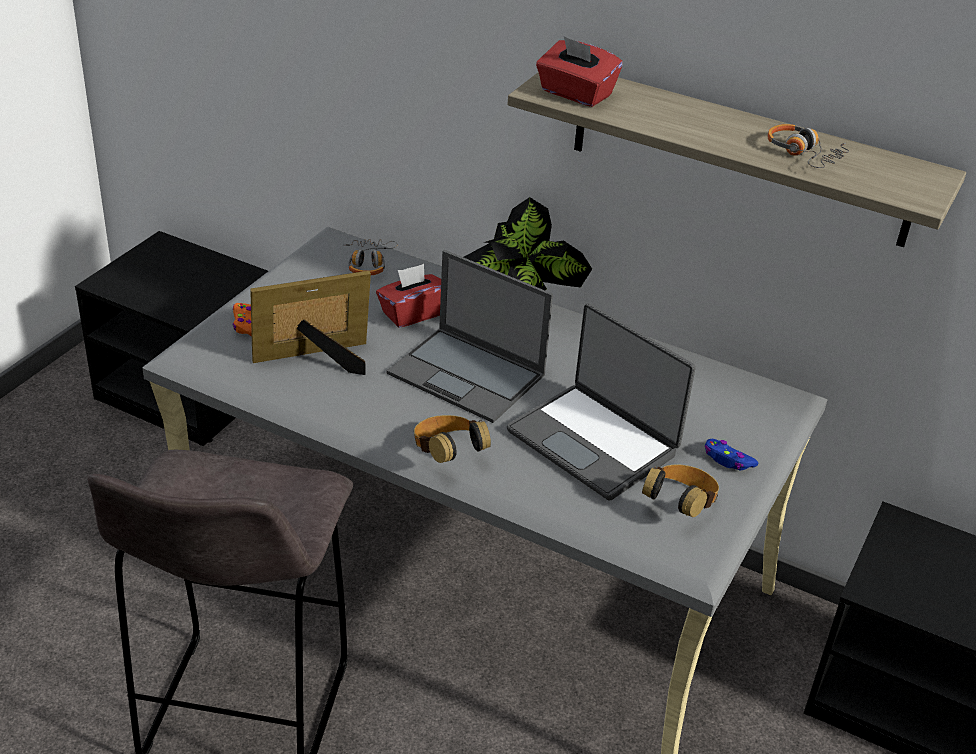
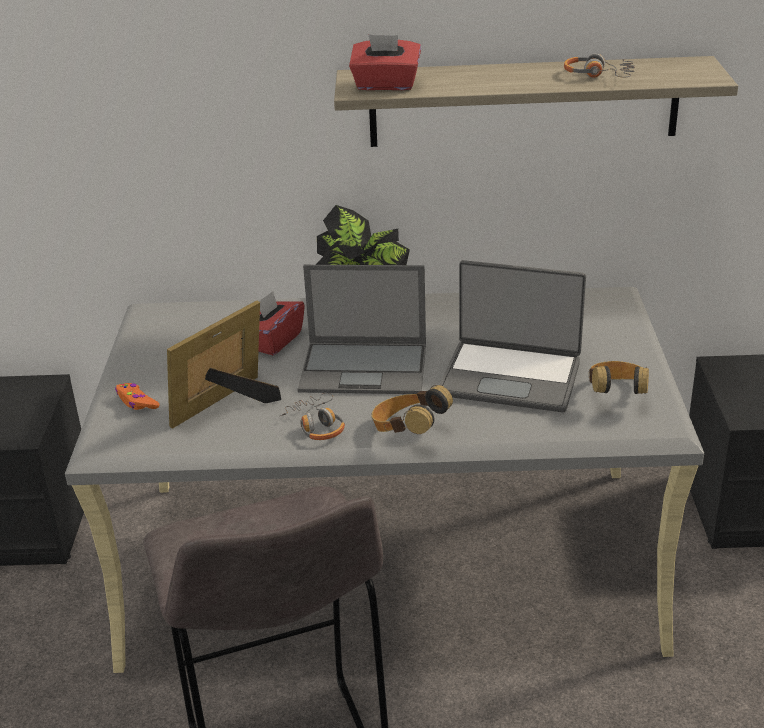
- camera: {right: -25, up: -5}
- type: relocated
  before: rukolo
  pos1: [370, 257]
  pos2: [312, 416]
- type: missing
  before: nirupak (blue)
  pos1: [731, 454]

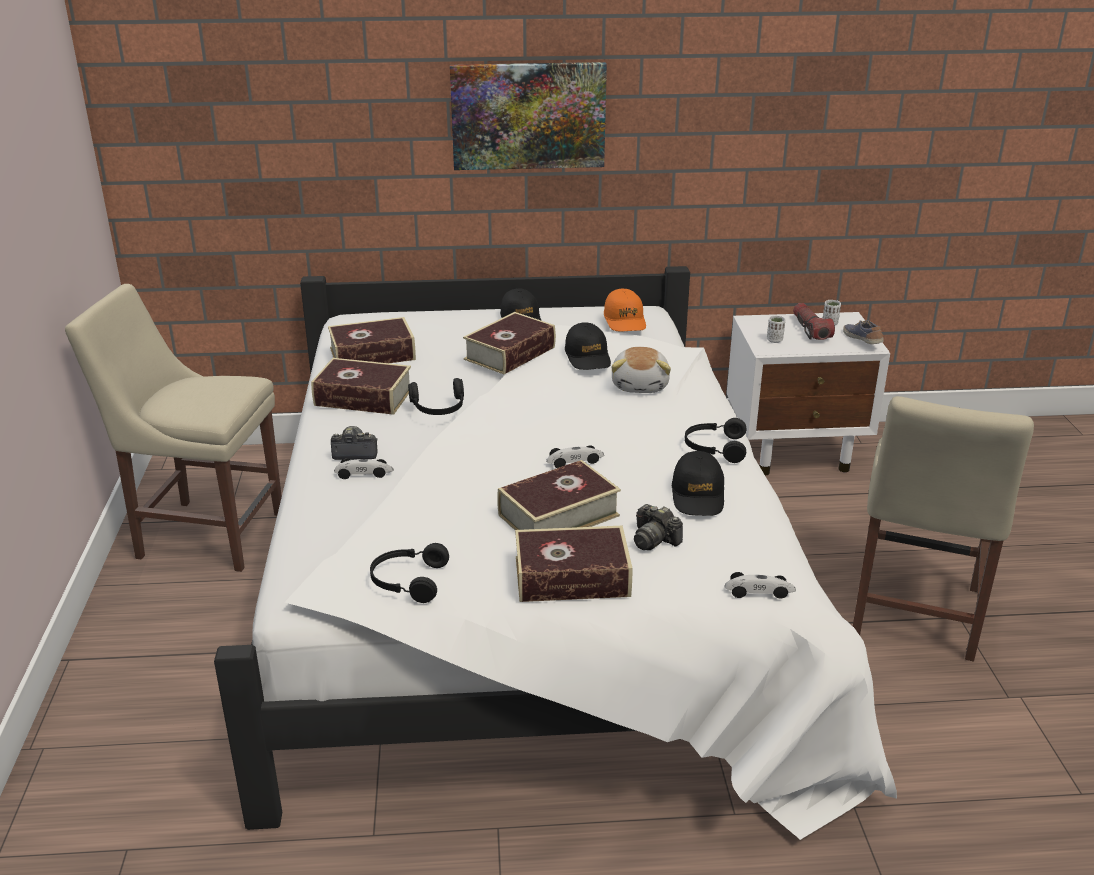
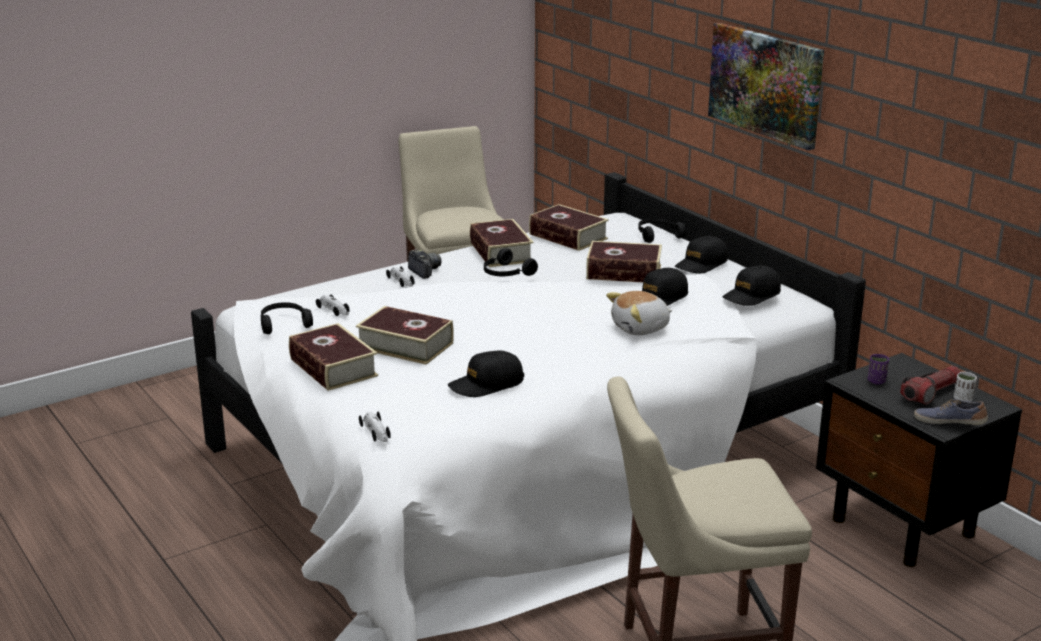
- camera: {right: 60, up: -5}
- type: colour
  before: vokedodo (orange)
  after: vokedodo (black)
  pos1: [625, 310]
  pos2: [752, 285]
- type: colour
  before: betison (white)
  after: betison (black)
  pos1: [808, 393]
  pos2: [919, 460]
- type: colour
  before: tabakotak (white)
  after: tabakotak (purple)
  pos1: [776, 329]
  pos2: [878, 369]
- type: spun
  before: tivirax
  pos1: [863, 332]
  pos2: [951, 412]
  turn: -105
- type: relocated
  before: rukolo (black)
  pos1: [716, 440]
  pos2: [662, 230]
- type: relocated
  before: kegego
  pos1: [575, 456]
  pos2: [333, 305]
- type: missing
  before: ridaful
  pos1: [658, 527]

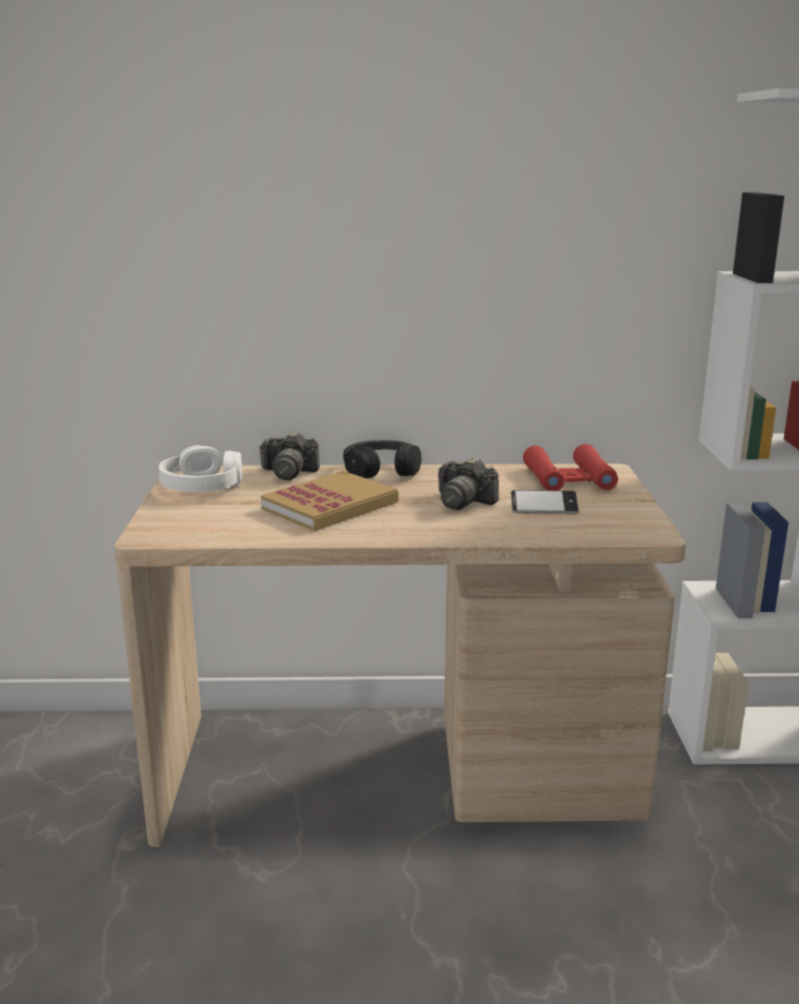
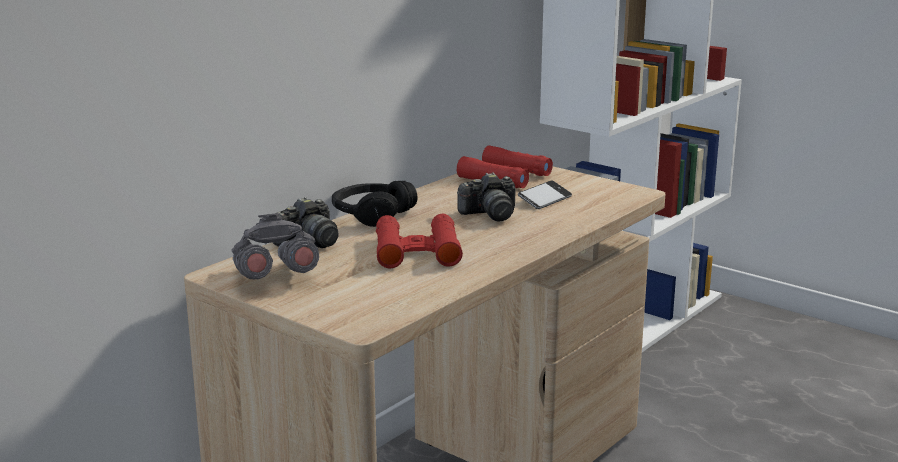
- camera: {right: -50, up: 0}
- type: exchanged
  before: rukolo (white)
  after: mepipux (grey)
  pos1: [200, 468]
  pos2: [275, 246]
- type: exchanged
  before: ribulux
  after: mepipux (red)
  pos1: [329, 501]
  pos2: [419, 241]

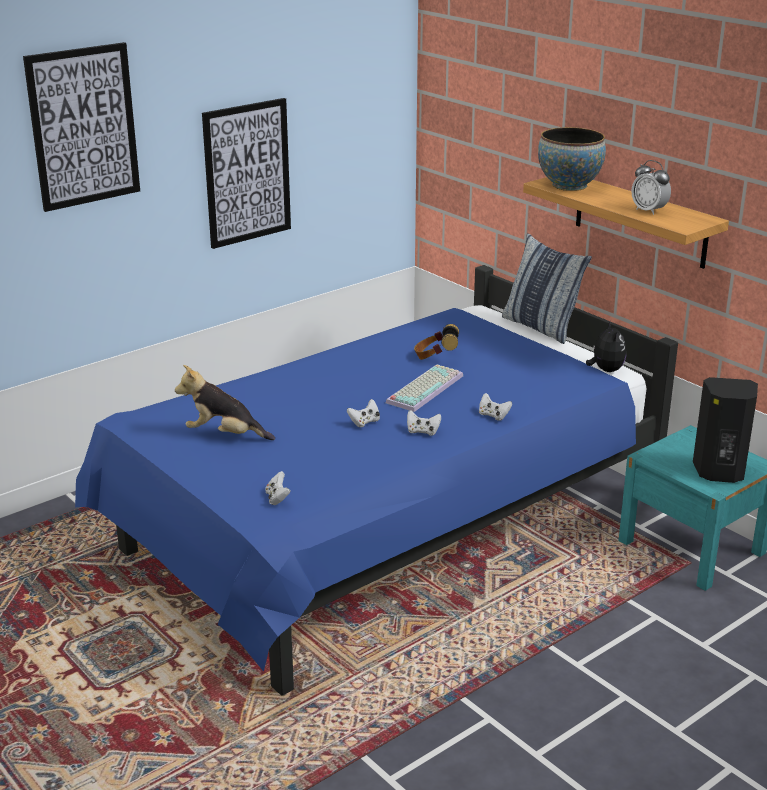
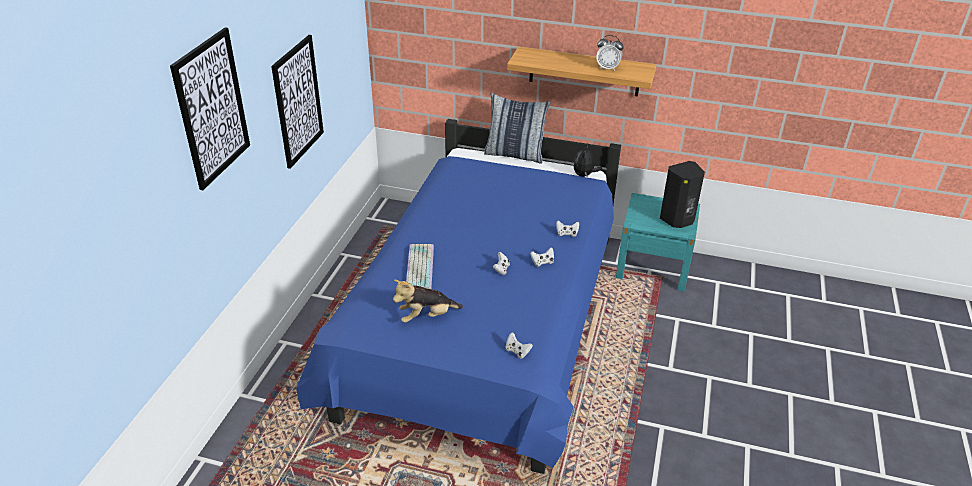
- camera: {right: -35, up: 10}
- type: missing
  before: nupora
  pos1: [572, 159]
- type: spun
  before: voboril
  pos1: [606, 346]
  pos2: [587, 160]
  turn: -120
- type: missing
  before: rukolo
  pos1: [436, 342]
- type: relocated
  before: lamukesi
  pos1: [424, 388]
  pos2: [420, 266]

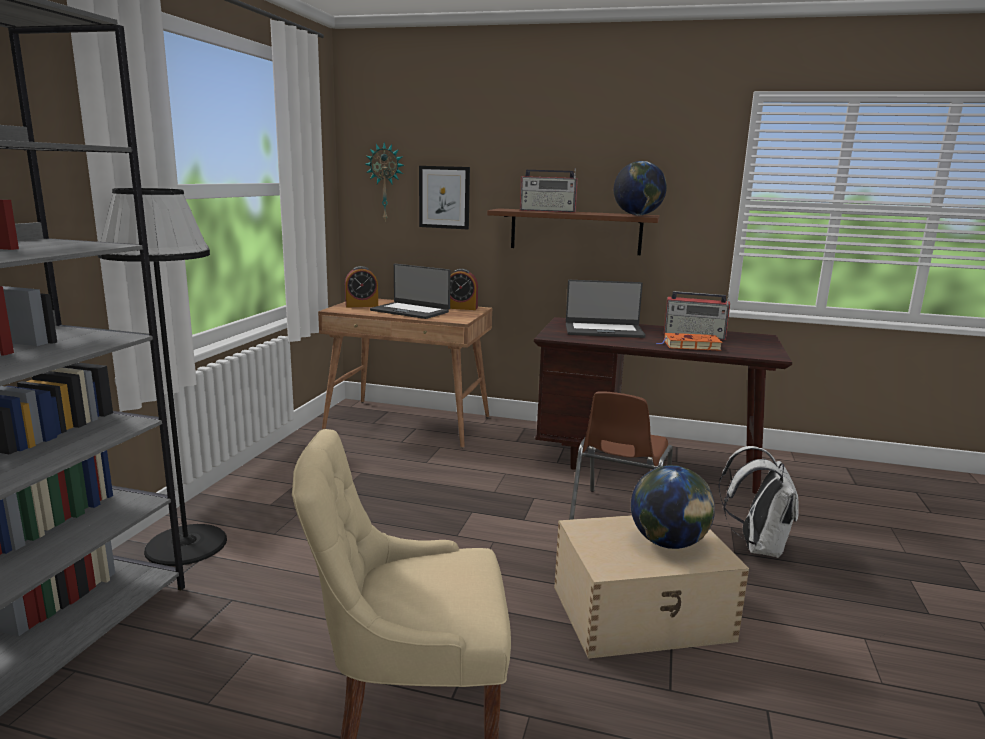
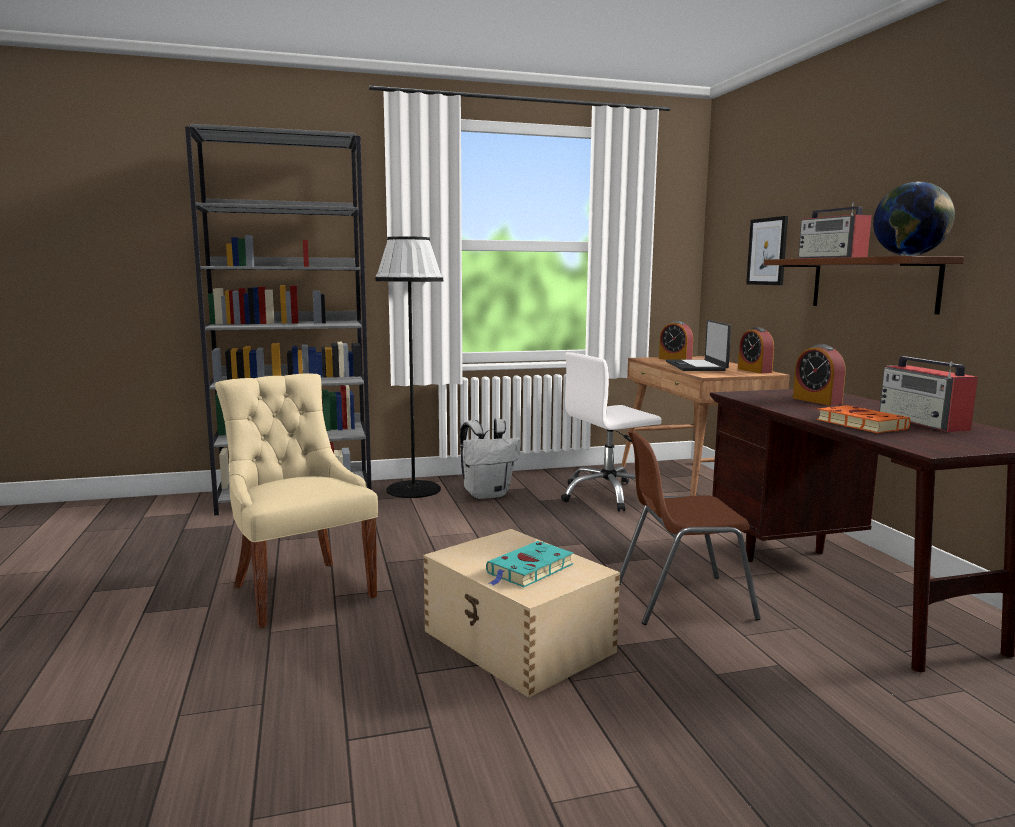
- camera: {right: 60, up: -5}
- type: missing
  before: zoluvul
  pos1: [384, 181]
- type: exchanged
  before: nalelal
  after: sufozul
  pos1: [606, 309]
  pos2: [819, 374]
- type: relocated
  before: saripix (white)
  pos1: [758, 502]
  pos2: [490, 458]
- type: exchanged
  before: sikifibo
  after: ribulux (turquoise)
  pos1: [673, 507]
  pos2: [529, 564]
- type: appeared
  after: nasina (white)
  pos2: [611, 431]

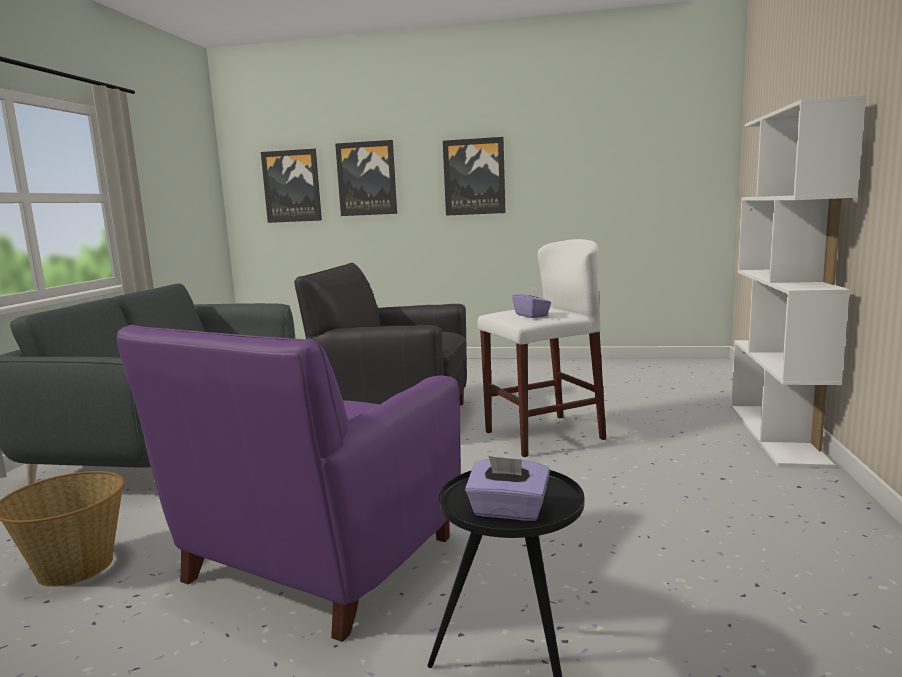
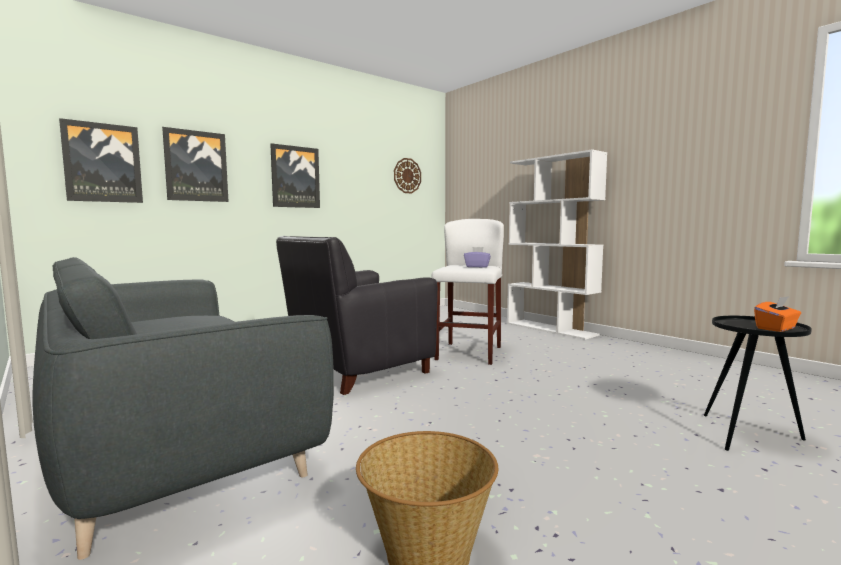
- camera: {right: -50, up: -5}
- type: missing
  before: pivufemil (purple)
  pos1: [289, 483]
- type: colour
  before: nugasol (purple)
  after: nugasol (orange)
  pos1: [507, 488]
  pos2: [777, 314]
- type: appeared
  after: zoluvul
  pos2: [407, 175]

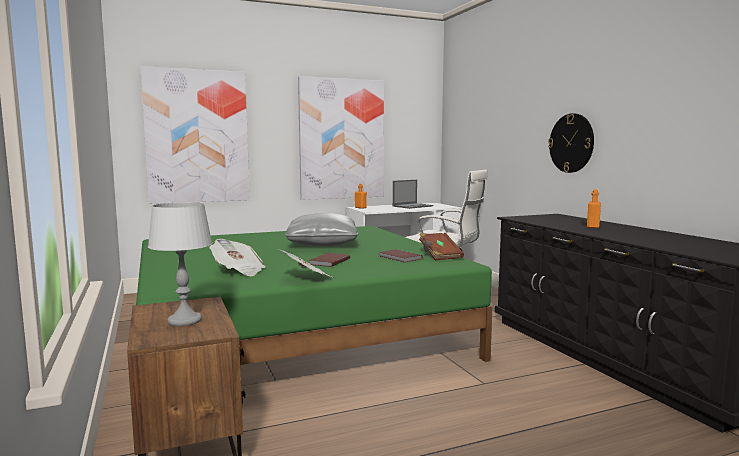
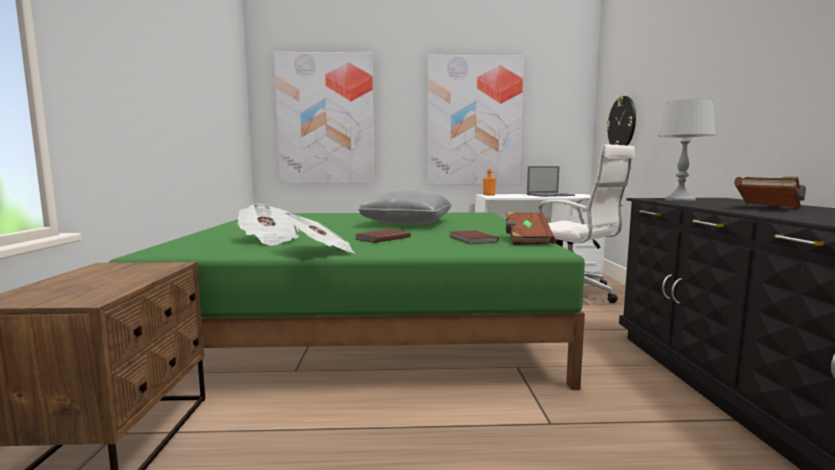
- camera: {right: 20, up: 0}
- type: relocated
  before: zoluvul
  pos1: [571, 143]
  pos2: [621, 121]
- type: exchanged
  before: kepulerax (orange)
  after: ribulux (brown)
  pos1: [594, 209]
  pos2: [770, 192]
- type: relocated
  before: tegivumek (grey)
  pos1: [180, 264]
  pos2: [686, 150]

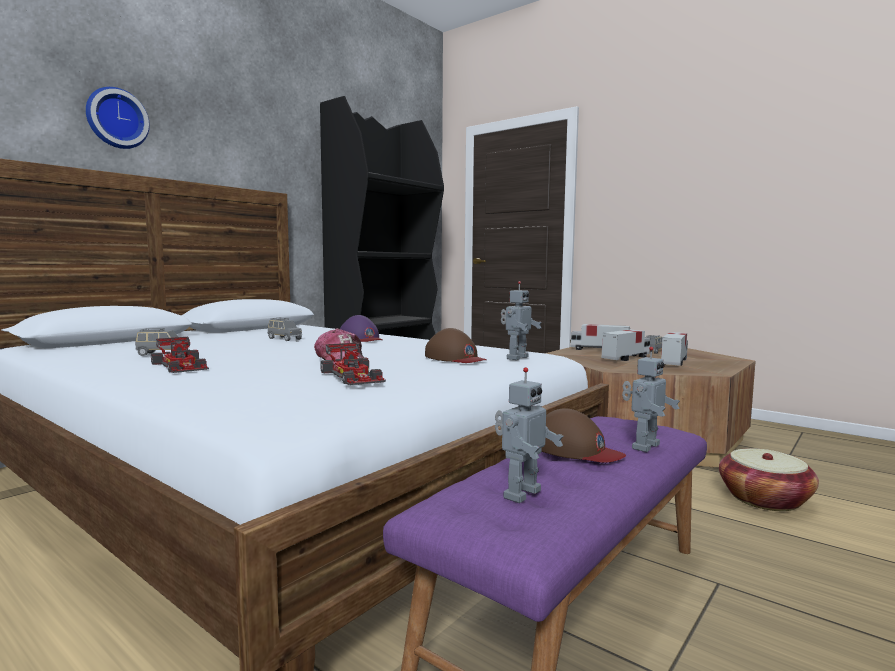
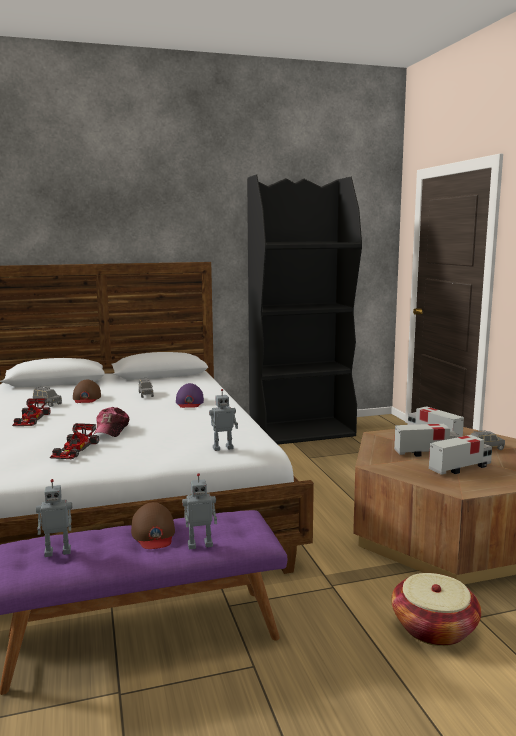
- camera: {right: 35, up: 5}
- type: missing
  before: zoluvul
  pos1: [118, 118]
- type: relocated
  before: vokedodo (brown)
  pos1: [456, 345]
  pos2: [87, 391]

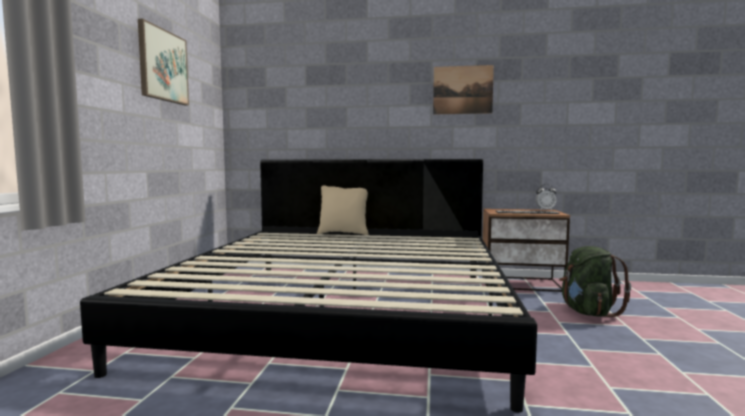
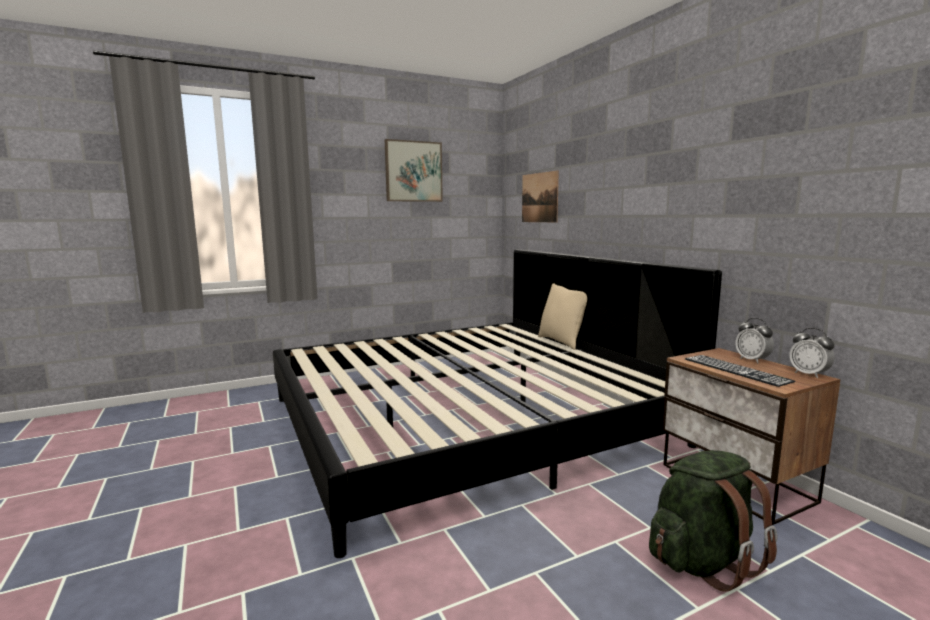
- camera: {right: 55, up: 5}
- type: relocated
  before: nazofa
  pos1: [463, 89]
  pos2: [540, 196]
- type: appeared
  after: sufozul
  pos2: [754, 340]

